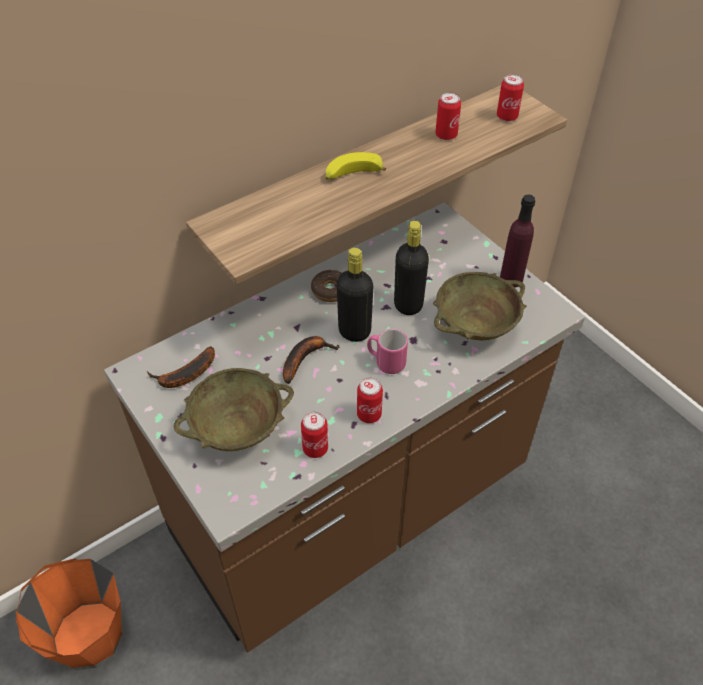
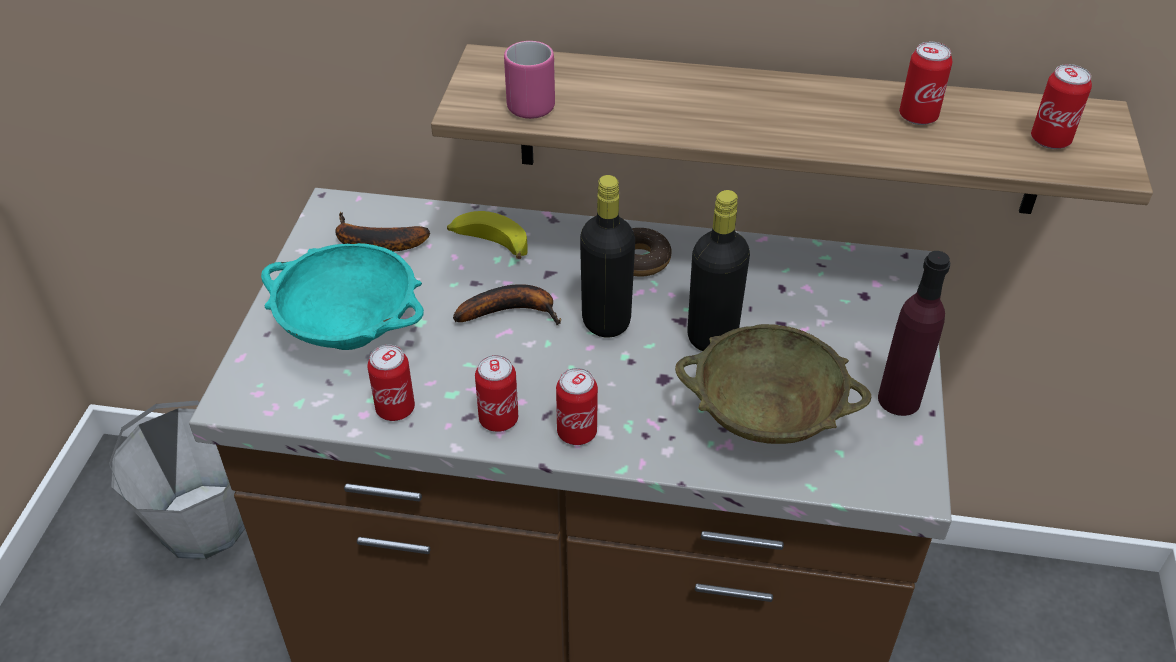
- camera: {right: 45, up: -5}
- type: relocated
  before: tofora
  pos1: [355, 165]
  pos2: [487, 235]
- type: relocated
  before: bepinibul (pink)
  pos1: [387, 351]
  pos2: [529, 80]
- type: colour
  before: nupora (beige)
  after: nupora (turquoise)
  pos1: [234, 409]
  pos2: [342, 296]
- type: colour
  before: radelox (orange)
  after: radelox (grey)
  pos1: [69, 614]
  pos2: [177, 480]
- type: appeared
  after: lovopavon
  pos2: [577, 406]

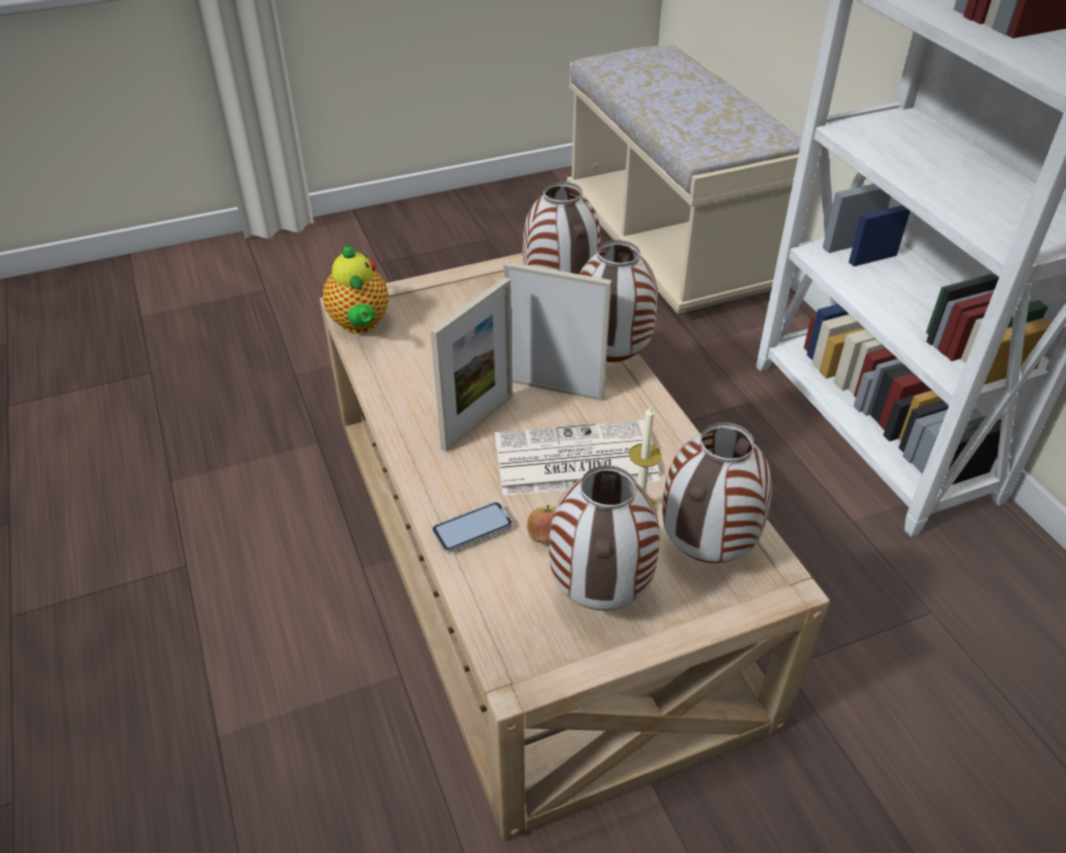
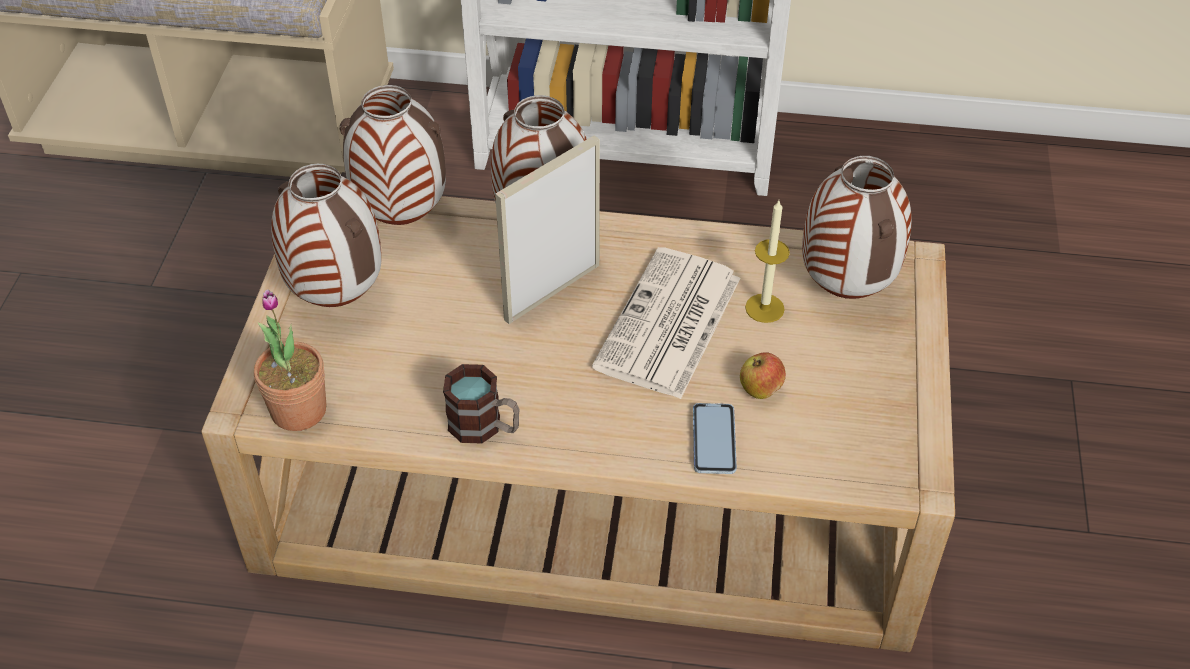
- camera: {right: -60, up: 5}
- type: exchanged
  before: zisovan
  after: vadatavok
  pos1: [356, 289]
  pos2: [290, 360]
- type: missing
  before: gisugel
  pos1: [471, 364]
- type: relocated
  before: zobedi
  pos1: [604, 538]
  pos2: [326, 235]
- type: appeared
  after: bepinibul
  pos2: [481, 404]

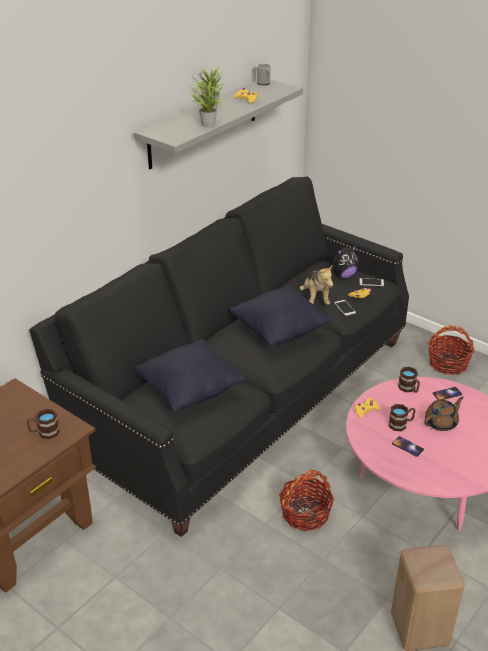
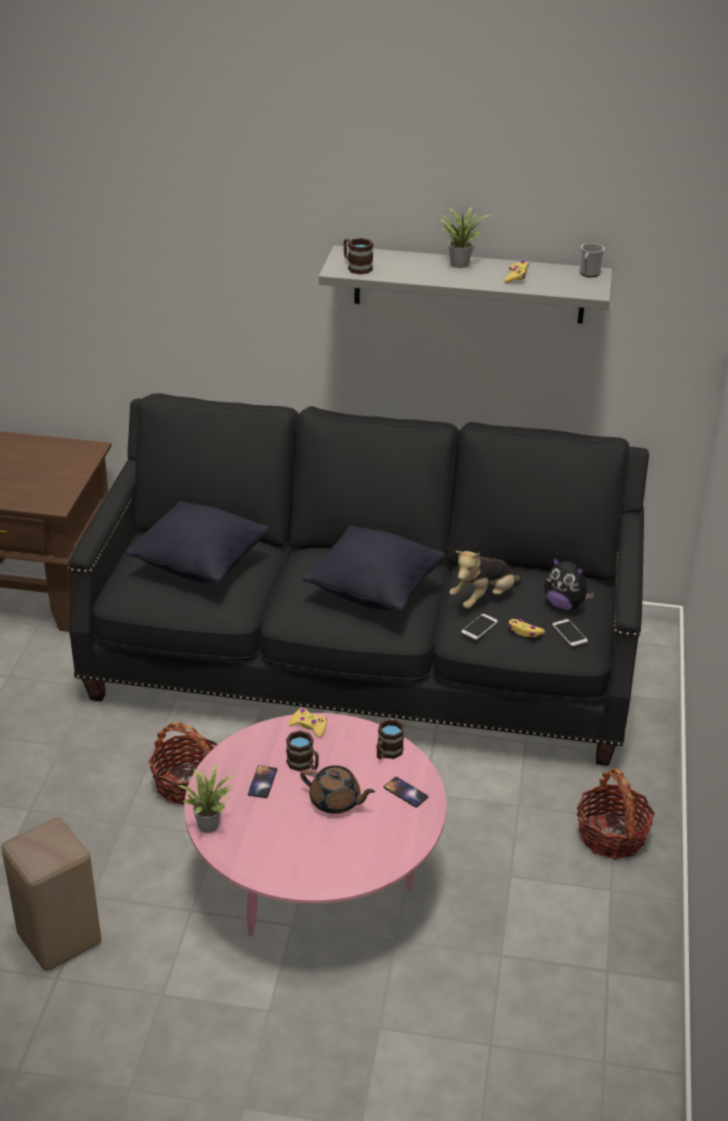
- camera: {right: 60, up: 0}
- type: relocated
  before: vadatavok
  pos1: [207, 104]
  pos2: [206, 798]
- type: relocated
  before: bepinibul (brown)
  pos1: [43, 424]
  pos2: [358, 256]

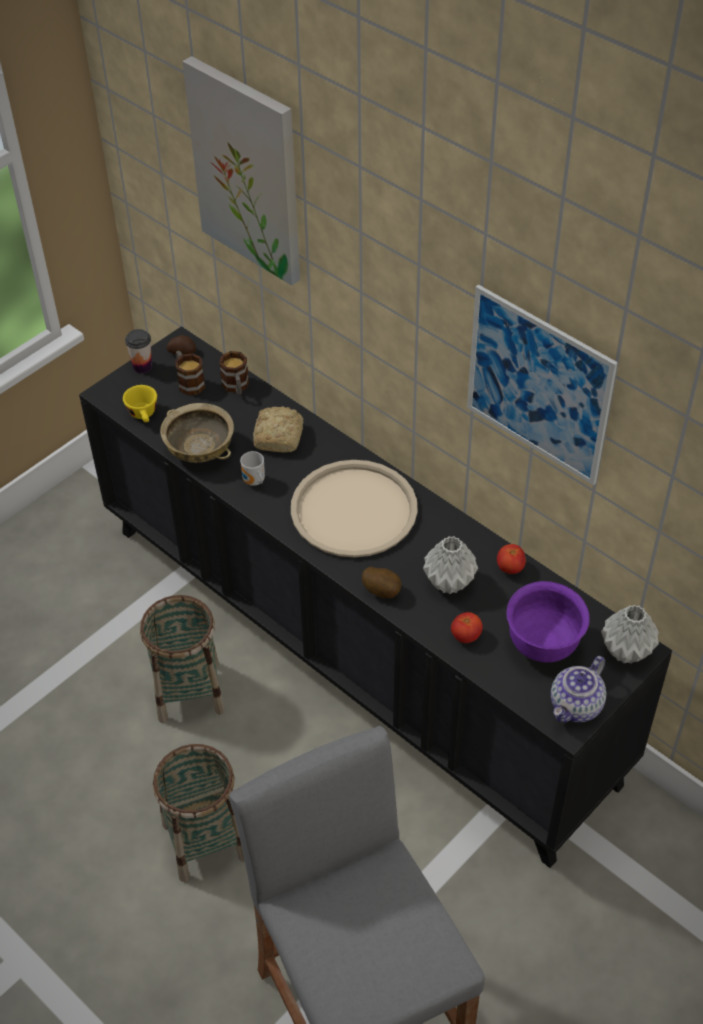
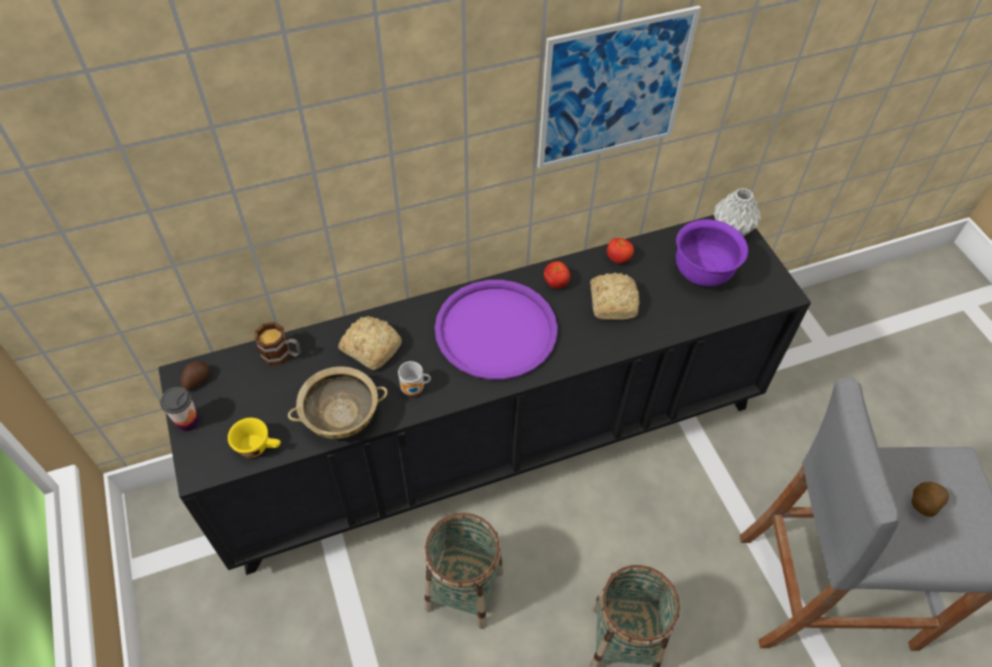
- camera: {right: -65, up: 5}
- type: missing
  before: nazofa
  pos1: [241, 171]
- type: missing
  before: bepinibul
  pos1: [190, 373]
- type: colour
  before: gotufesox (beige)
  after: gotufesox (purple)
  pos1: [354, 508]
  pos2: [496, 330]
- type: exchanged
  before: zobedi (grey)
  after: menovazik
  pos1: [450, 565]
  pos2: [615, 296]
- type: relocated
  before: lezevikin
  pos1: [381, 582]
  pos2: [930, 499]
- type: relocated
  before: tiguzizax
  pos1: [467, 627]
  pos2: [557, 274]
- type: missing
  before: zisovan
  pos1: [578, 689]

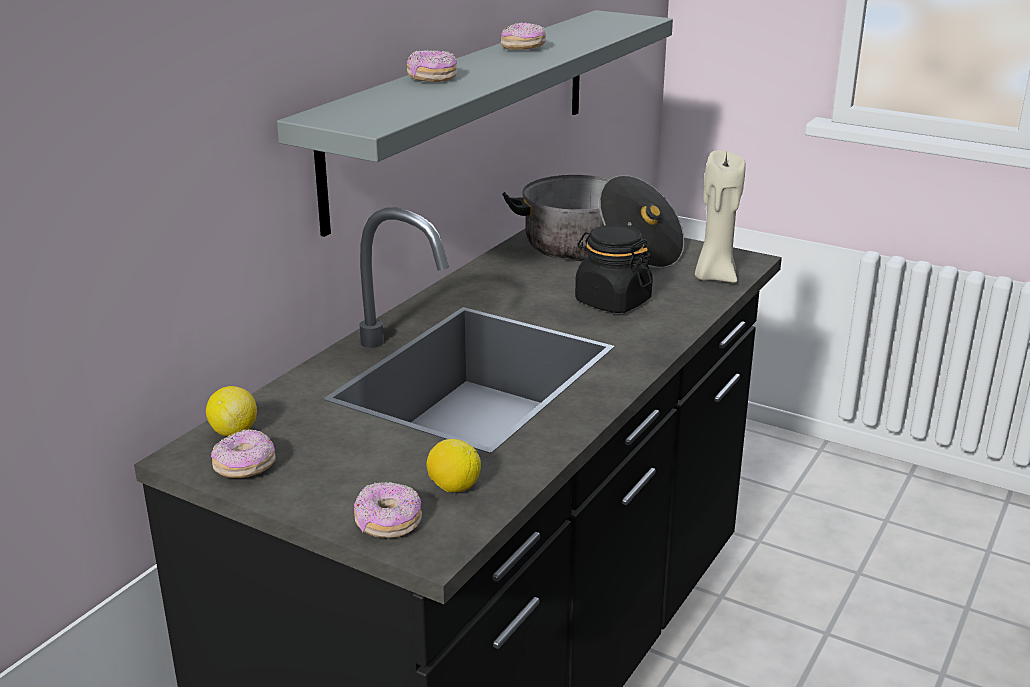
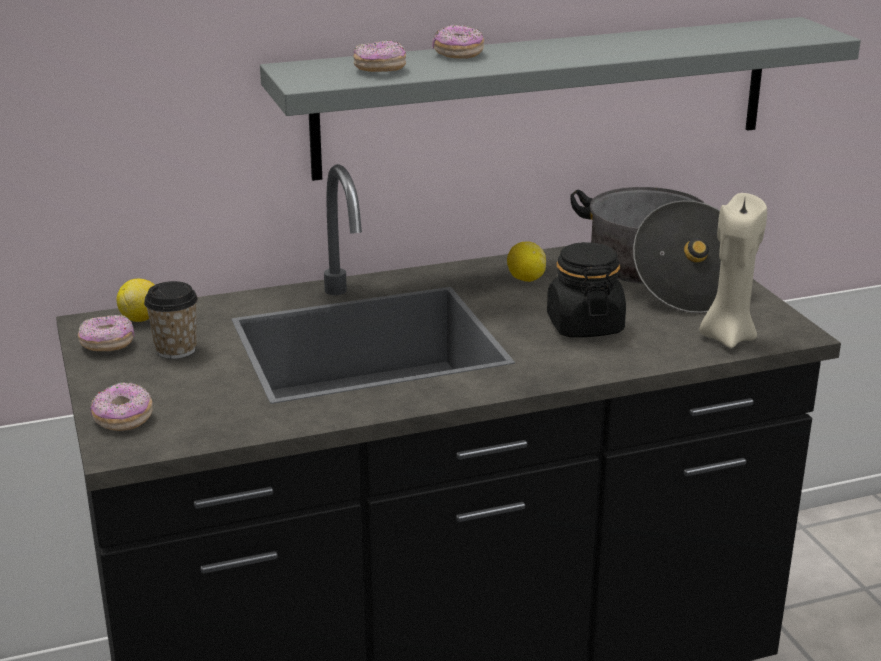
- camera: {right: 40, up: 0}
- type: relocated
  before: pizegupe
  pos1: [523, 36]
  pos2: [379, 56]
- type: relocated
  before: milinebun
  pos1: [453, 465]
  pos2: [526, 261]
- type: appeared
  after: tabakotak
  pos2: [171, 320]

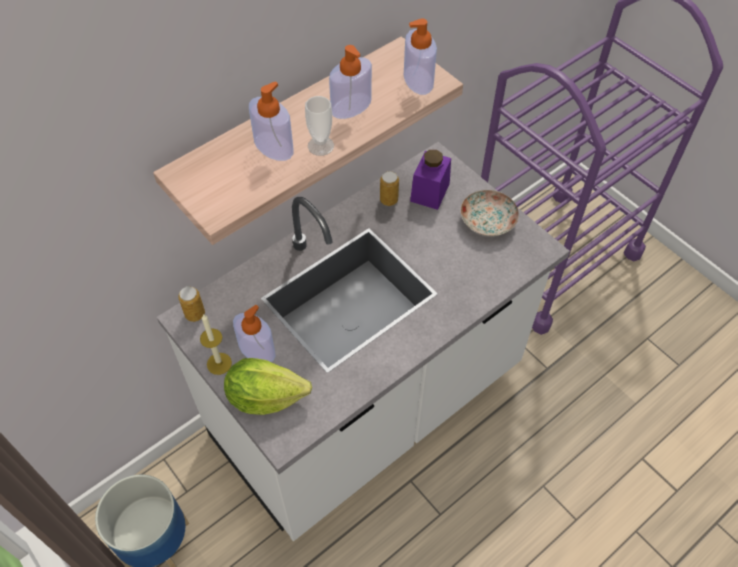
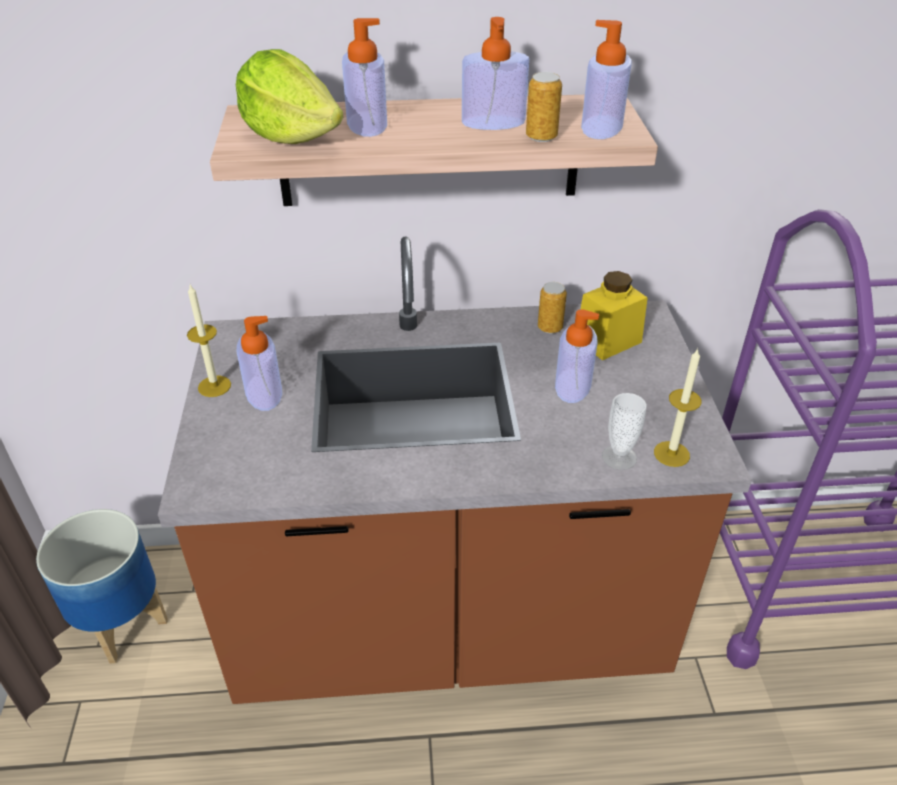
- camera: {right: 35, up: -15}
- type: relocated
  before: tabakotak
  pos1: [319, 126]
  pos2: [624, 431]
- type: colour
  before: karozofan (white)
  after: karozofan (brown)
  pos1: [363, 341]
  pos2: [455, 470]
- type: colour
  before: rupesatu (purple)
  after: rupesatu (yellow)
  pos1: [430, 180]
  pos2: [614, 315]
- type: missing
  before: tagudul
  pos1: [490, 213]
- type: relocated
  before: lovopavon
  pos1: [191, 304]
  pos2: [544, 107]
- type: relocated
  before: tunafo
  pos1: [268, 386]
  pos2: [289, 96]
- type: appeared
  after: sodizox
  pos2: [577, 356]
- type: appeared
  after: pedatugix
  pos2: [678, 408]

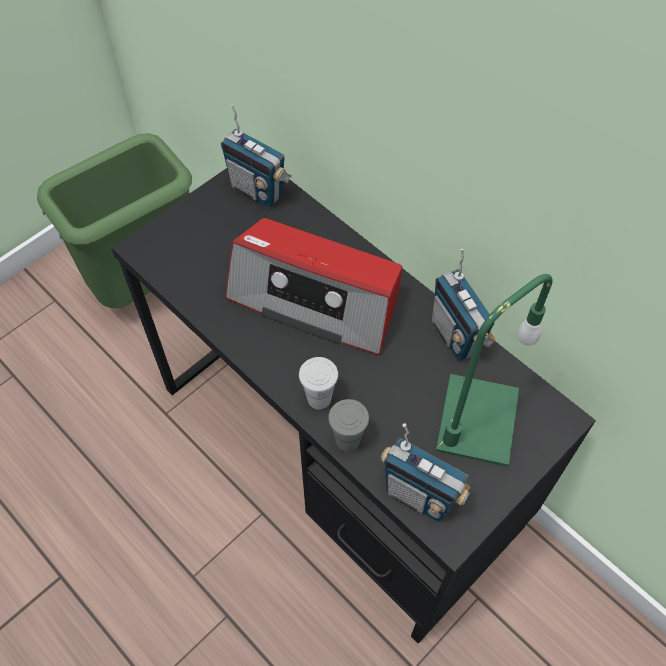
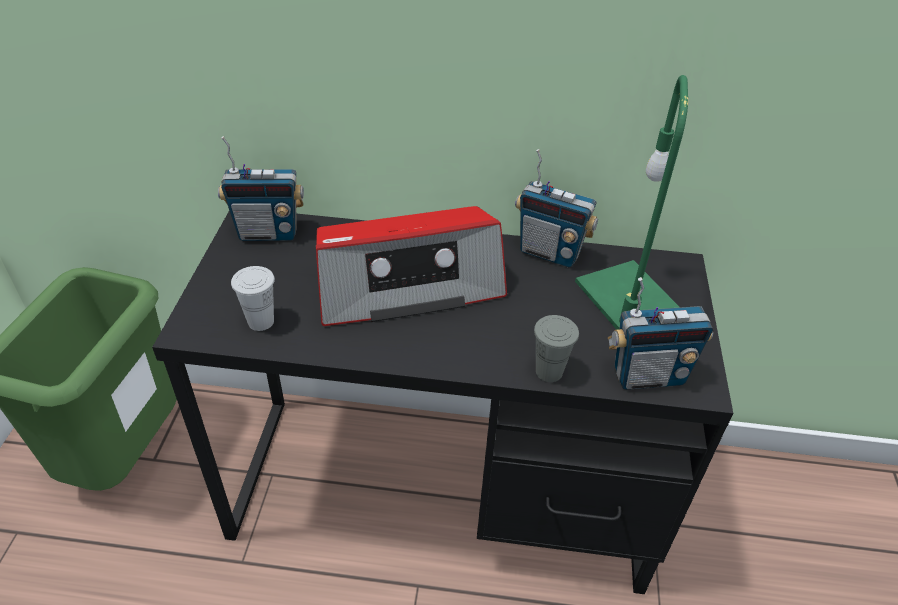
- camera: {right: -40, up: -15}
- type: relocated
  before: tabakotak (white)
  pos1: [318, 383]
  pos2: [253, 298]

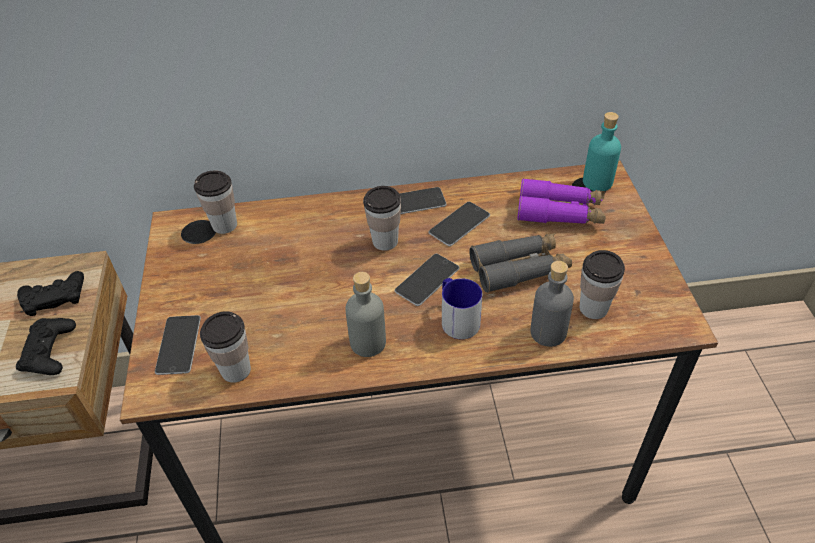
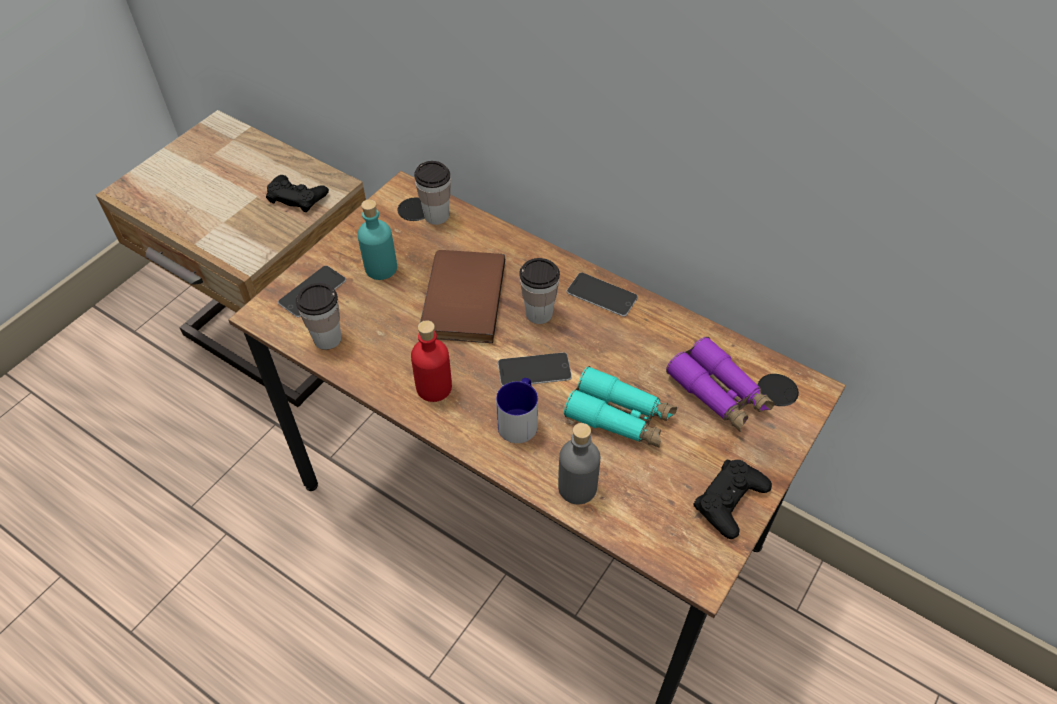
- camera: {right: 40, up: 5}
- type: relocated
  before: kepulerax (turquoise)
  pos1: [602, 151]
  pos2: [377, 239]
- type: missing
  before: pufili
  pos1: [459, 224]
- type: colour
  before: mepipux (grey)
  after: mepipux (turquoise)
  pos1: [521, 263]
  pos2: [620, 407]
- type: missing
  before: tabakotak
  pos1: [602, 284]
- type: colour
  before: kepulerax (grey)
  after: kepulerax (red)
  pos1: [365, 314]
  pos2: [431, 361]
- type: relocated
  before: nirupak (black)
  pos1: [46, 346]
  pos2: [732, 499]
- type: appeared
  after: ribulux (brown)
  pos2: [462, 296]

